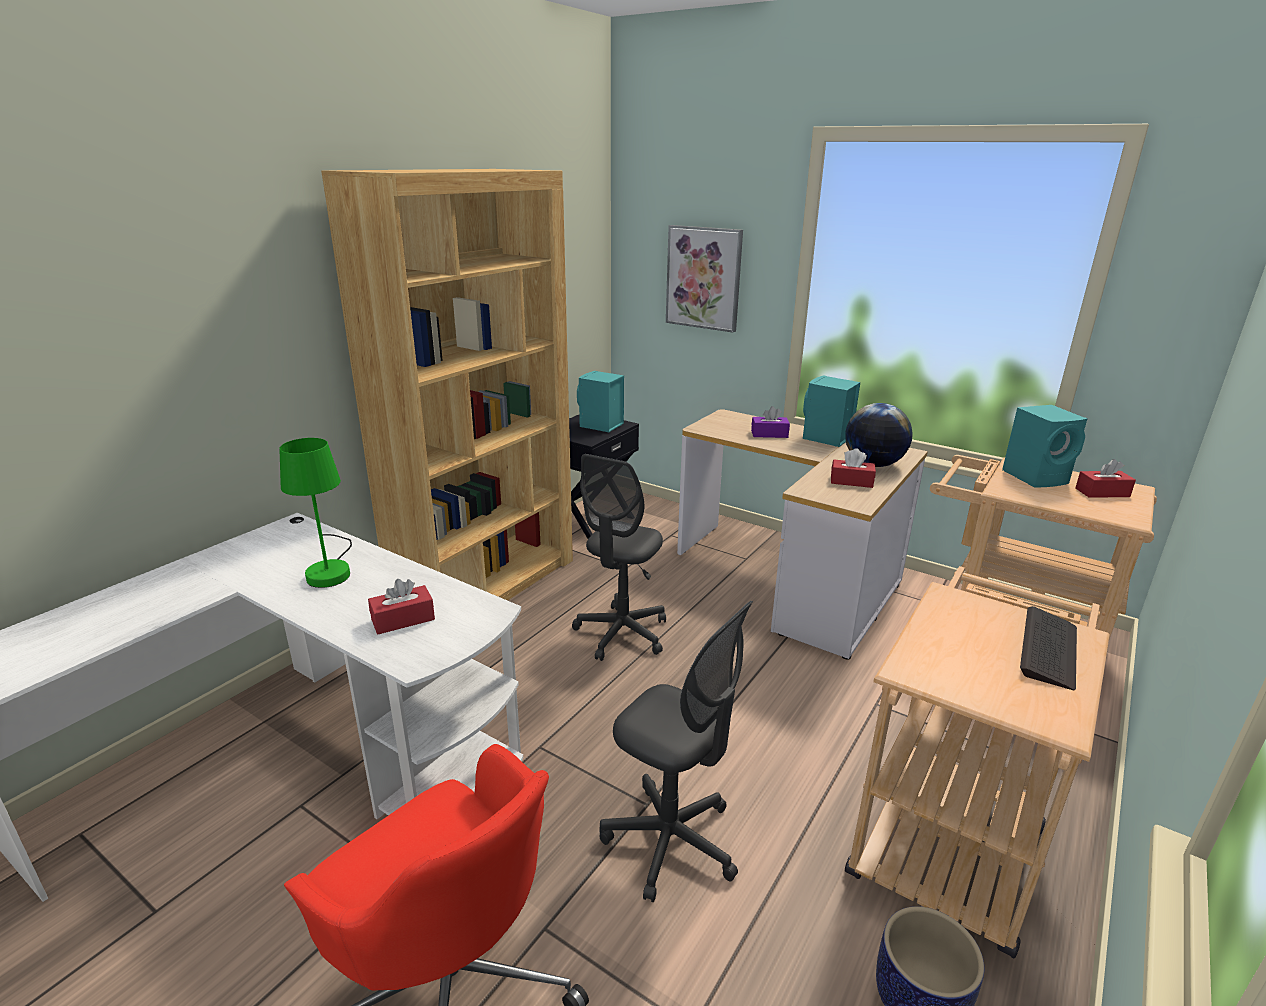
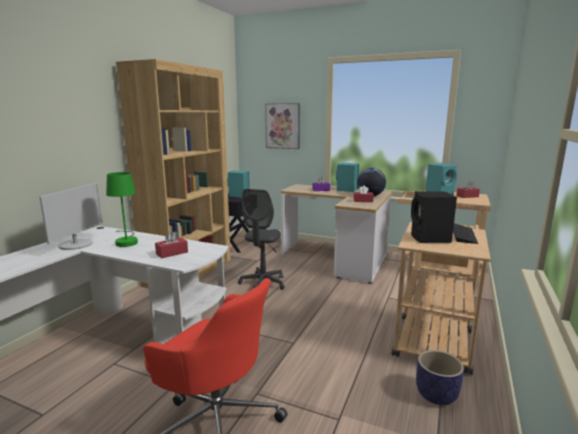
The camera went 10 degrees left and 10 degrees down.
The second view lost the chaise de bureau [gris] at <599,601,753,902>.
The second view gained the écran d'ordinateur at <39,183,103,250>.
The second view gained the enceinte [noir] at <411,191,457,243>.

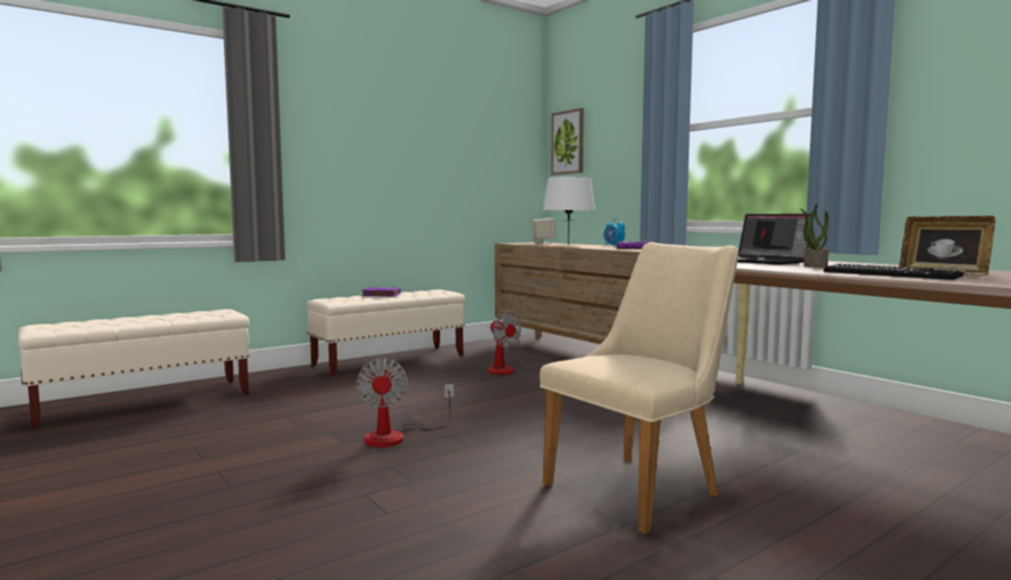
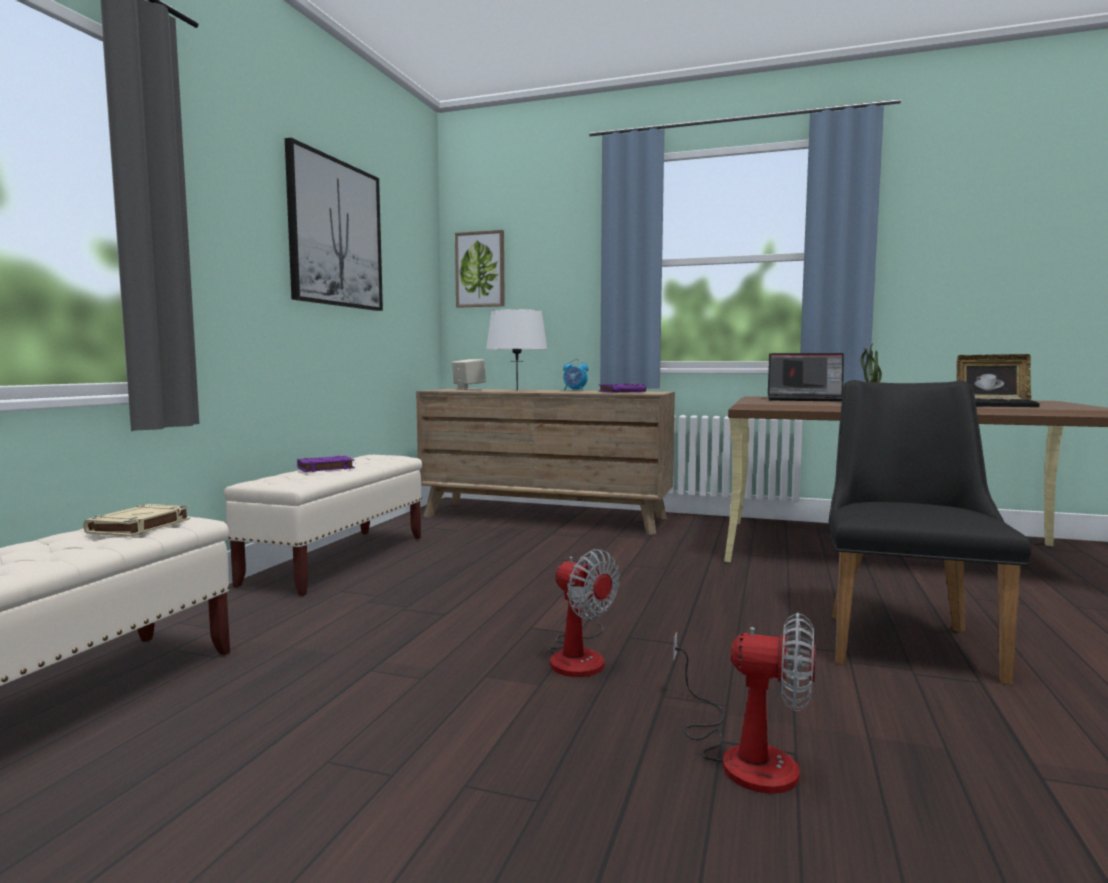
The camera went 35 degrees left and 0 degrees up.
What was the chaise [beige] at <540,242,739,535> turned into the chaise [noir] at <828,380,1031,685>.
The ventilateur ended up elsewhere, having gone from <488,313,523,375> to <673,612,816,794>.
The second view gained the tableau at <285,138,383,311>.
The second view gained the livre [beige] at <83,504,190,537>.

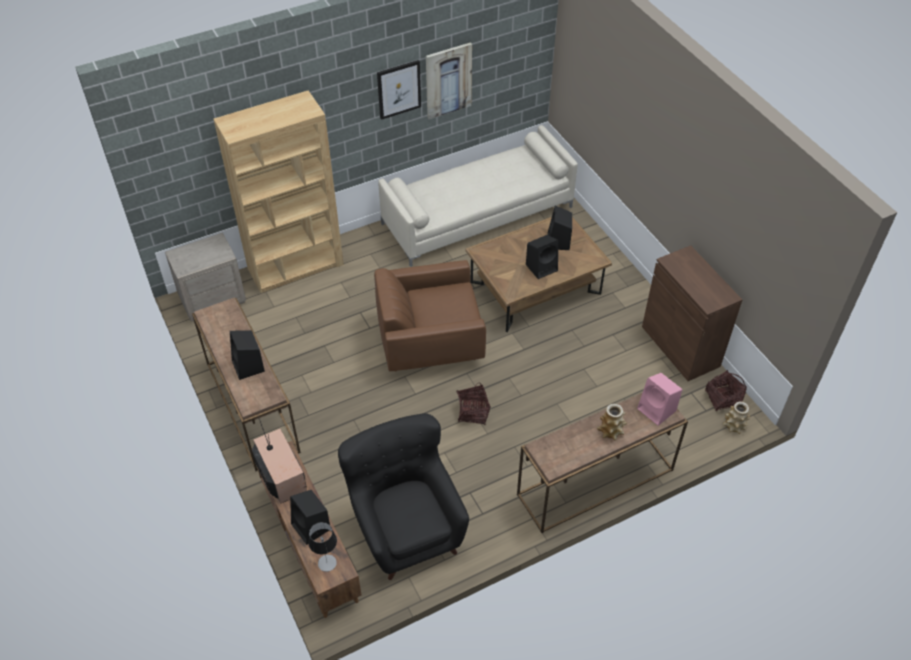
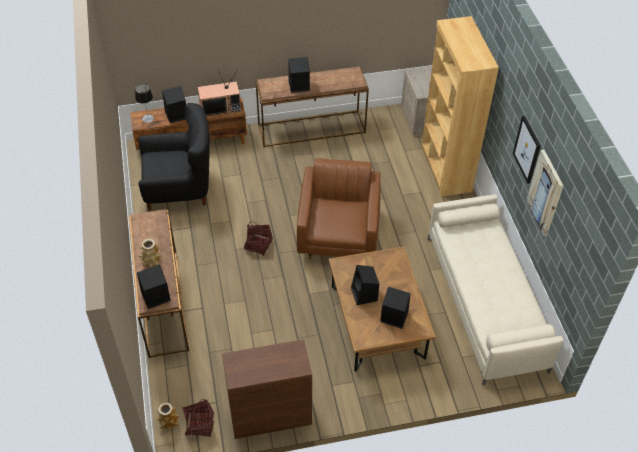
The camera went 105 degrees right and 0 degrees up.
What was the enceinte [rose] at <637,373,682,426> turned into the enceinte [noir] at <137,265,171,309>.

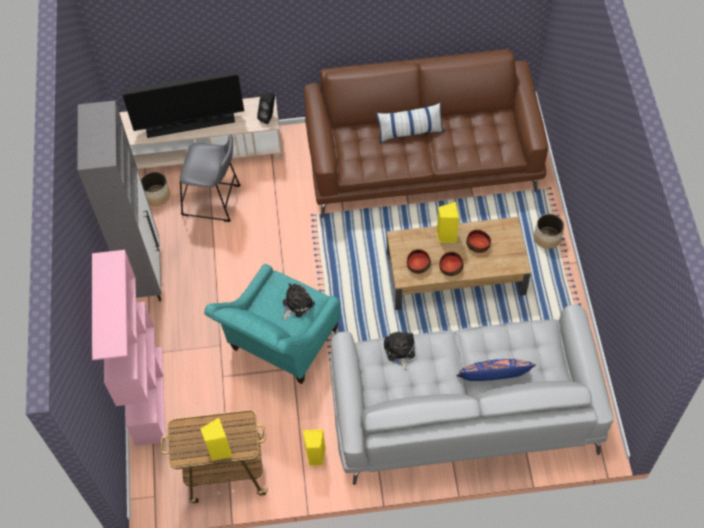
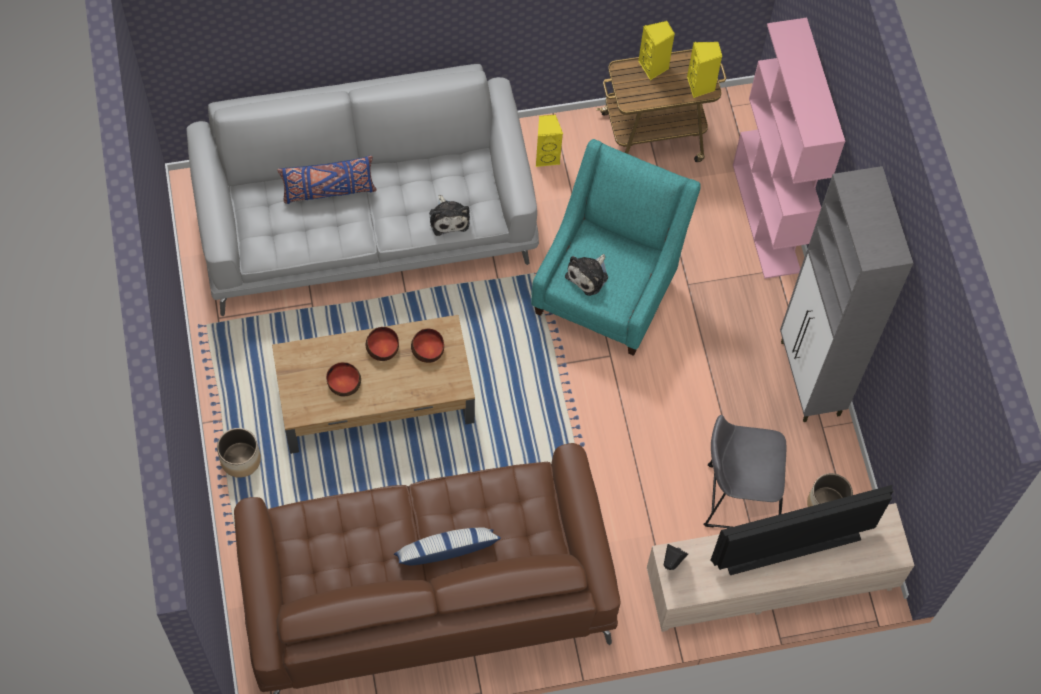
The camera went 170 degrees right and 5 degrees up.
The enceinte [jaune] ended up elsewhere, having gone from <437,202,459,243> to <687,42,722,98>.

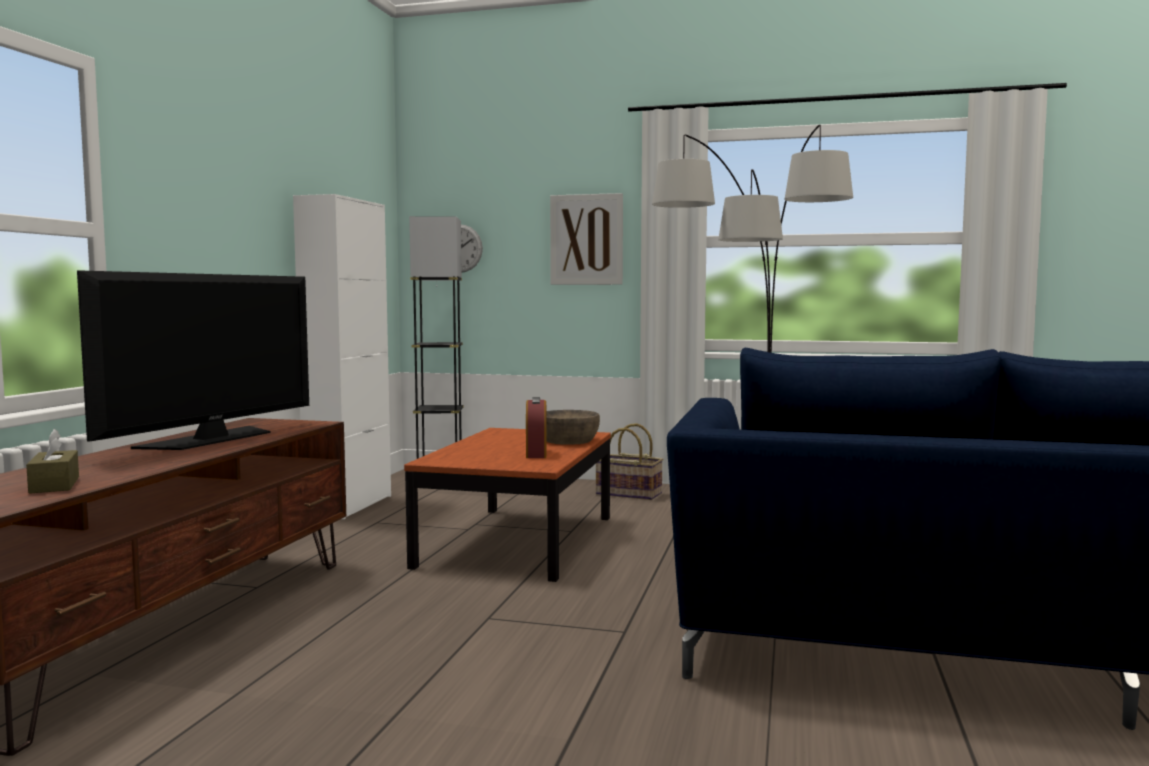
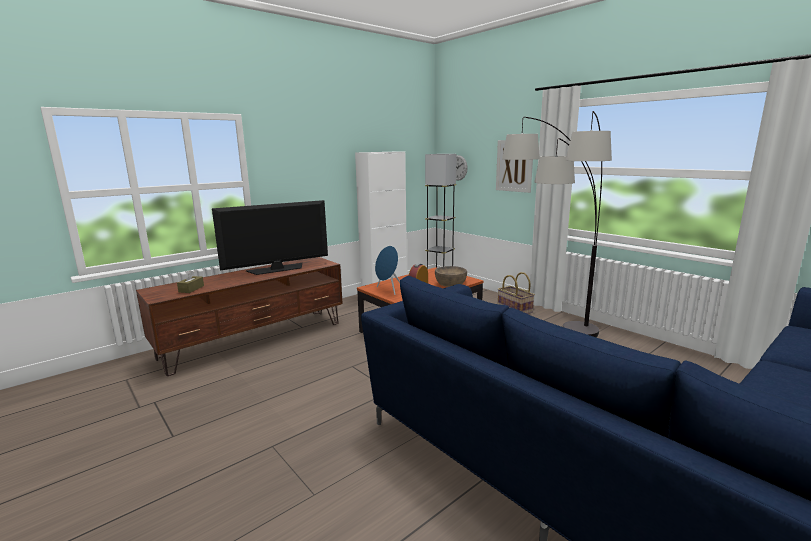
The camera went 35 degrees right and 10 degrees up.
The second view gained the enceinte [bleu] at <375,246,400,295>.

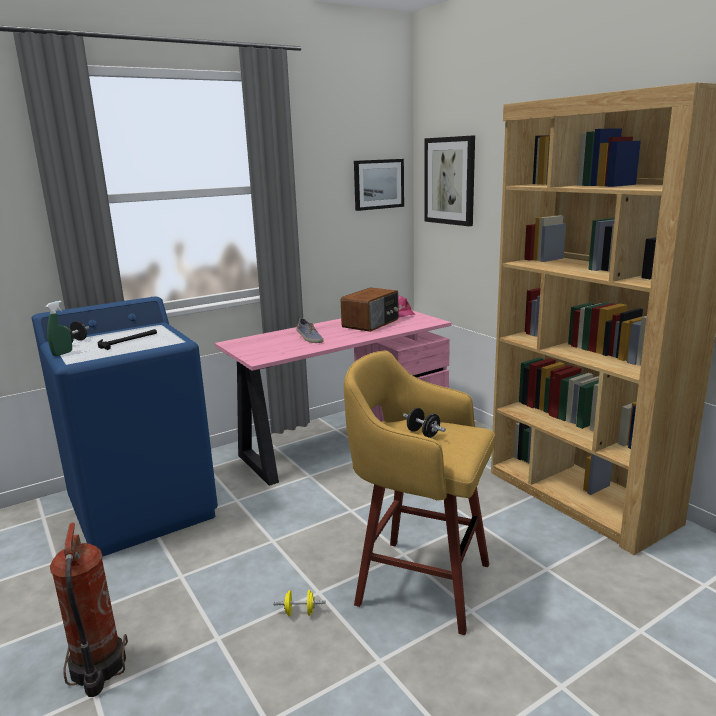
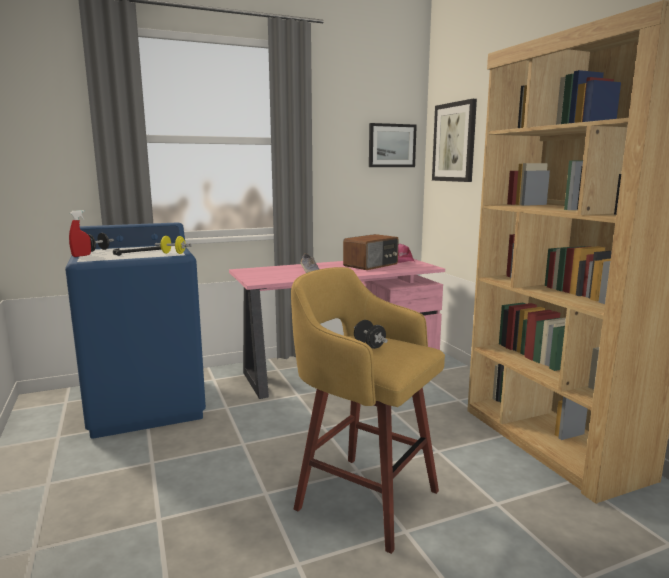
The camera went 10 degrees right and 5 degrees down.
What was the vaporisateur [vert] at <46,301,72,356> turned into the vaporisateur [rouge] at <69,210,91,257>.
The second view lost the extincteur at <50,522,128,697>.
The haltère [jaune] ended up elsewhere, having gone from <273,590,325,616> to <155,236,192,254>.

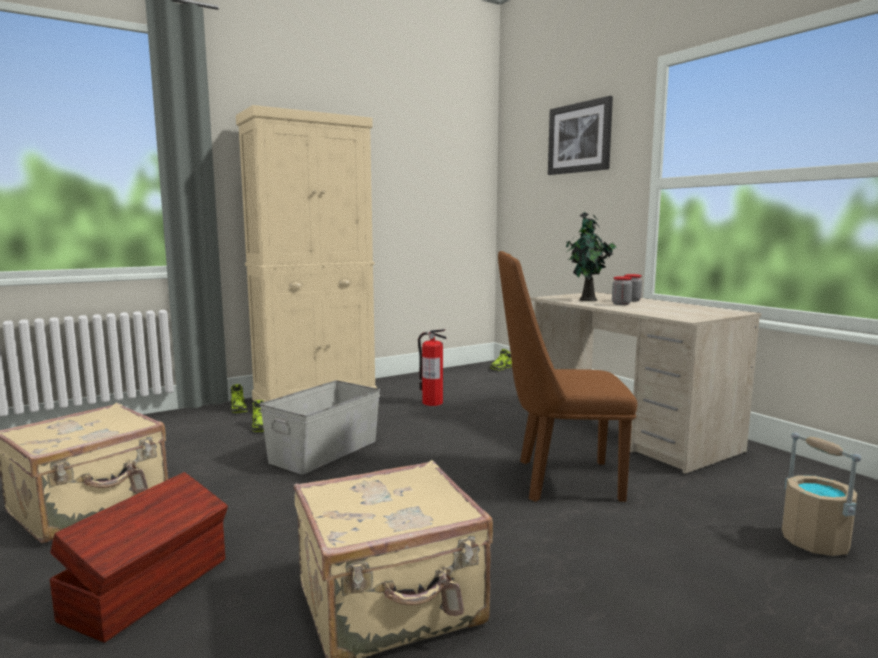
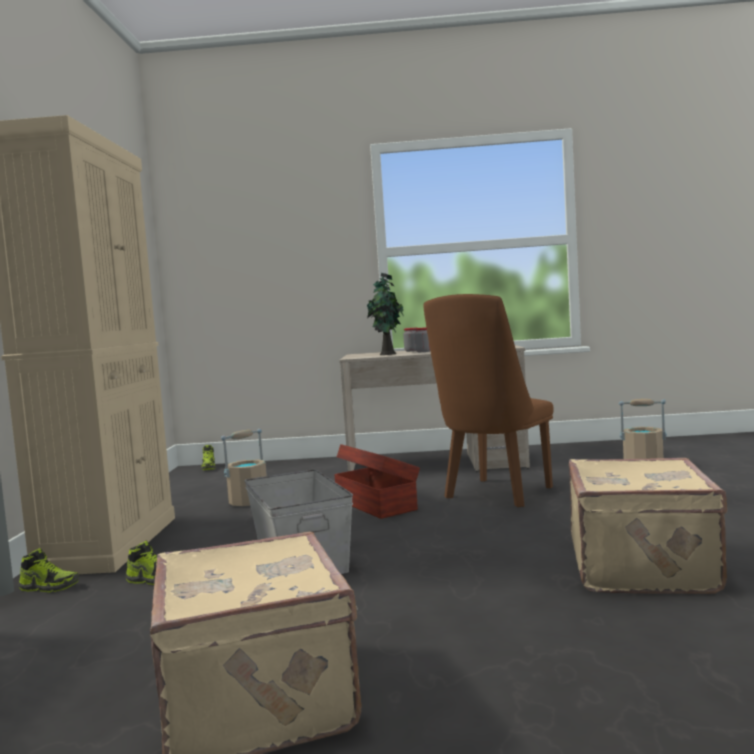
The camera went 55 degrees left and 5 degrees down.
The second view lost the tableau at <548,96,613,175>.
Where the extincteur stood at <418,329,447,406>, the seau [beige] came to stand at <221,429,267,506>.
The boîte de rangement [marron] ended up elsewhere, having gone from <49,472,228,643> to <334,444,420,519>.

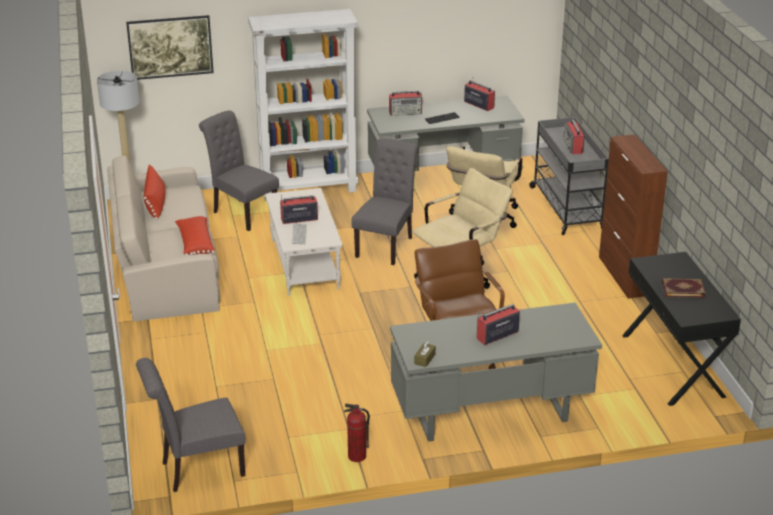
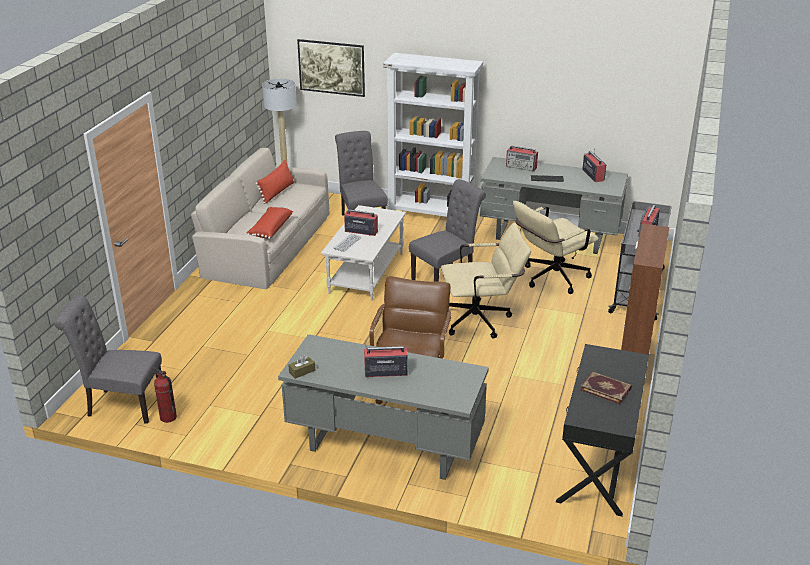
The camera went 30 degrees right and 0 degrees up.
The extincteur ended up elsewhere, having gone from <344,403,370,462> to <153,367,177,423>.

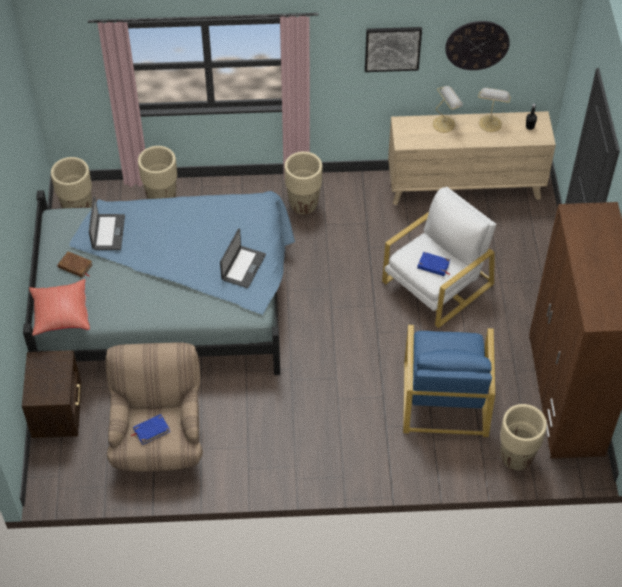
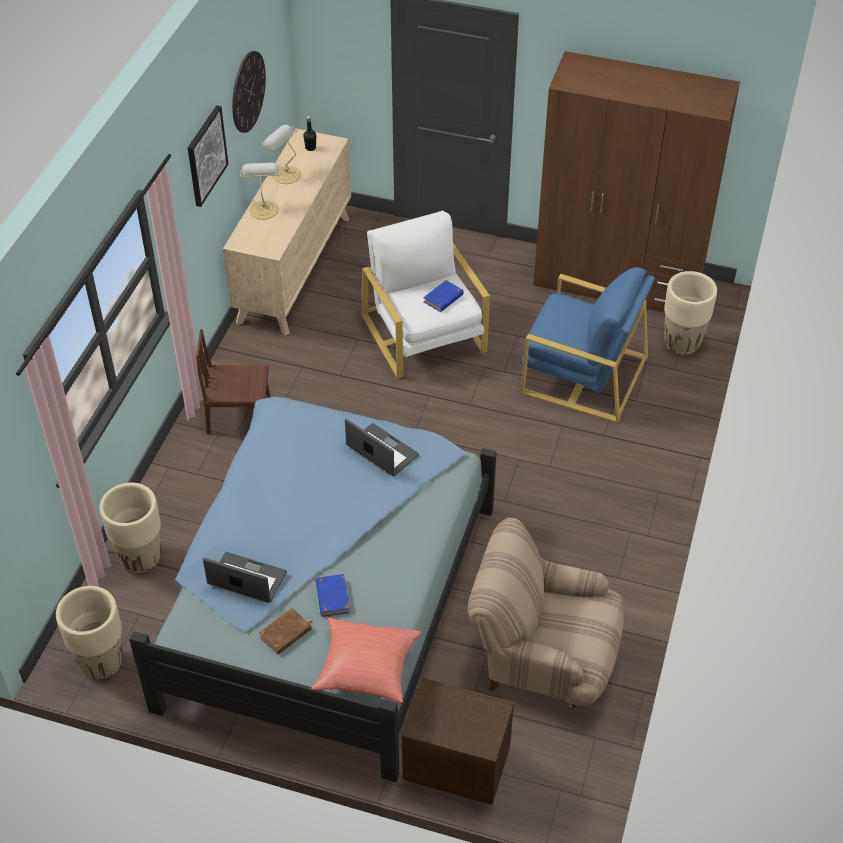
The camera went 70 degrees left and 5 degrees down.
Where the cache-pot [beige] stood at <284,152,323,215>, the chaise [marron] came to stand at <196,329,271,434>.
The livre [bleu] ended up elsewhere, having gone from <131,414,170,445> to <316,574,350,623>.

